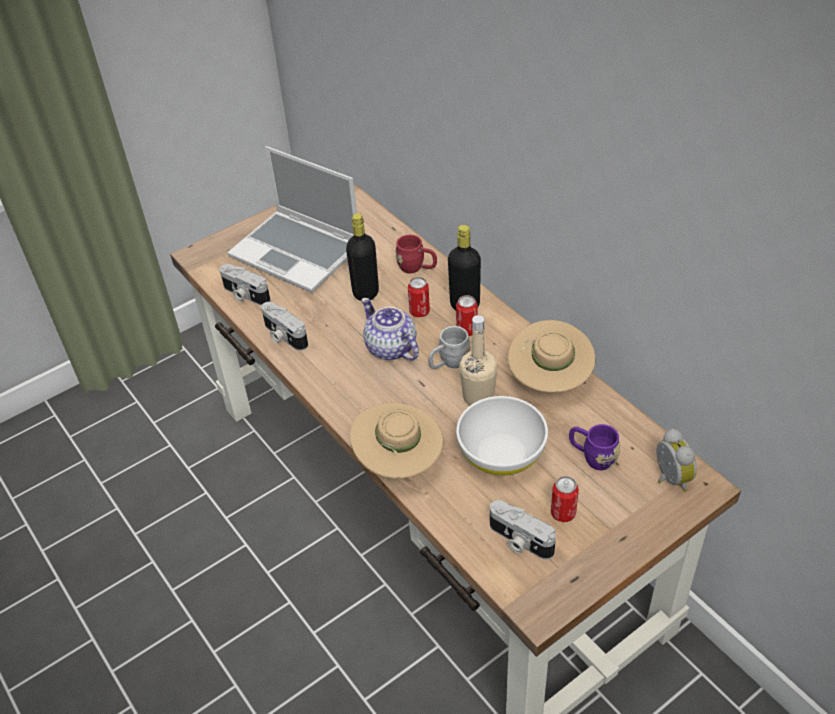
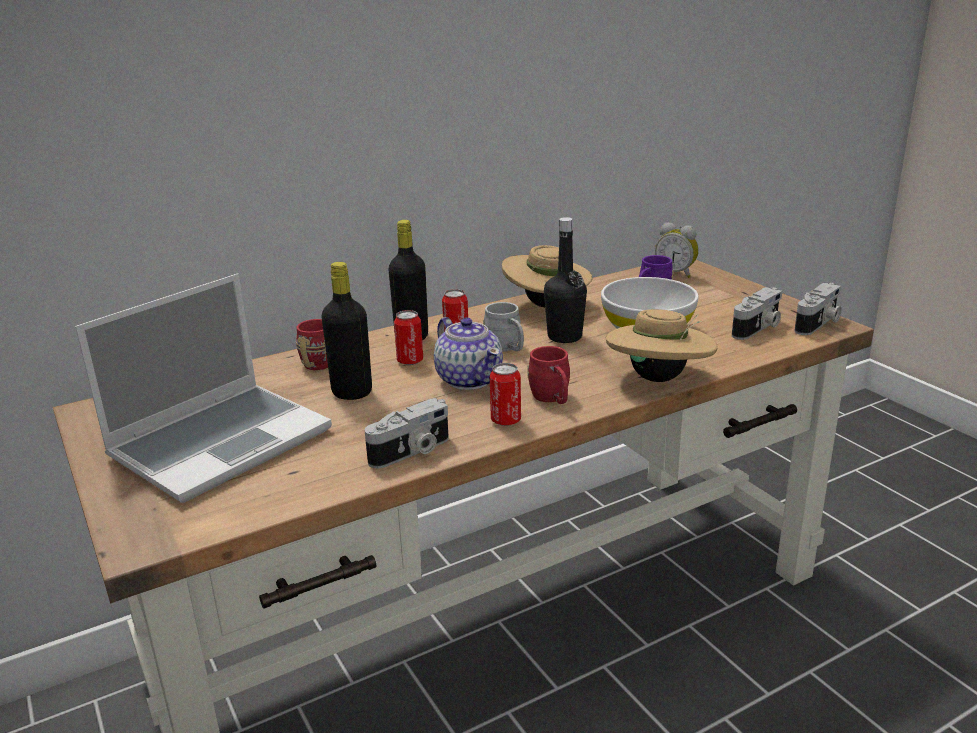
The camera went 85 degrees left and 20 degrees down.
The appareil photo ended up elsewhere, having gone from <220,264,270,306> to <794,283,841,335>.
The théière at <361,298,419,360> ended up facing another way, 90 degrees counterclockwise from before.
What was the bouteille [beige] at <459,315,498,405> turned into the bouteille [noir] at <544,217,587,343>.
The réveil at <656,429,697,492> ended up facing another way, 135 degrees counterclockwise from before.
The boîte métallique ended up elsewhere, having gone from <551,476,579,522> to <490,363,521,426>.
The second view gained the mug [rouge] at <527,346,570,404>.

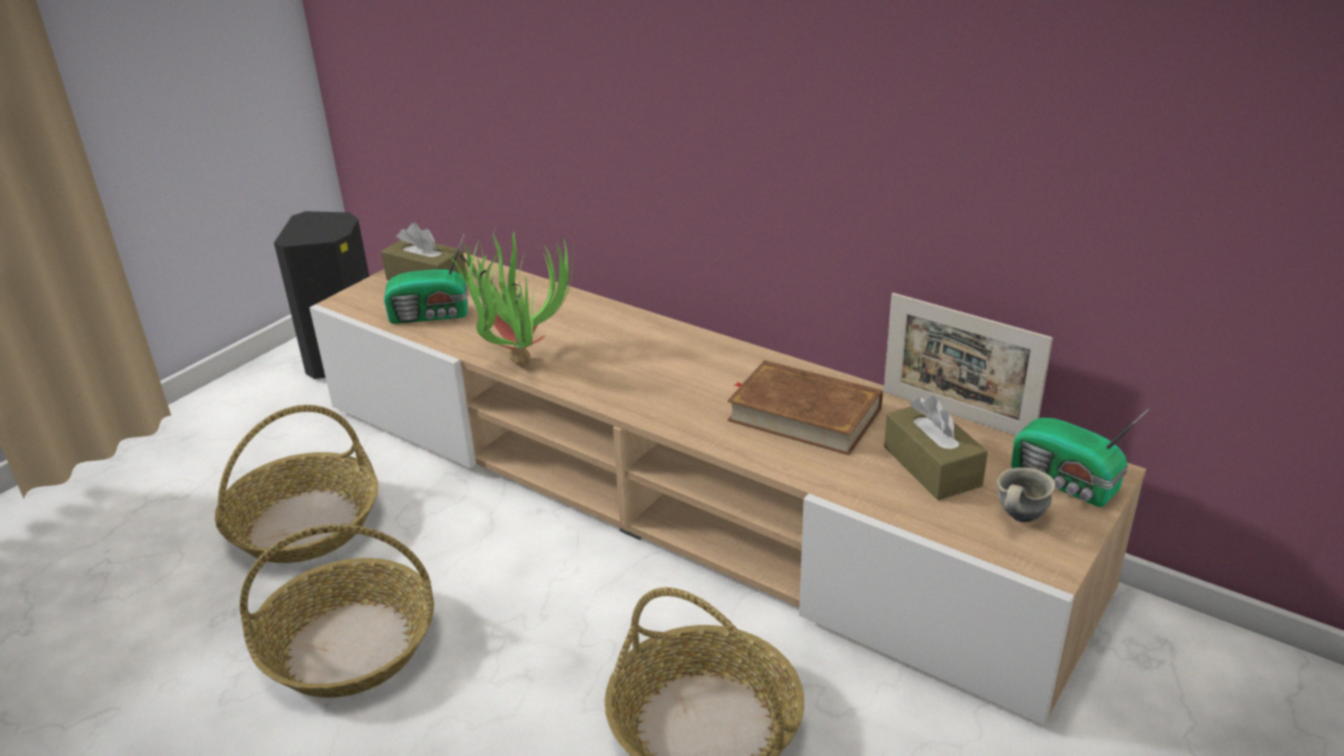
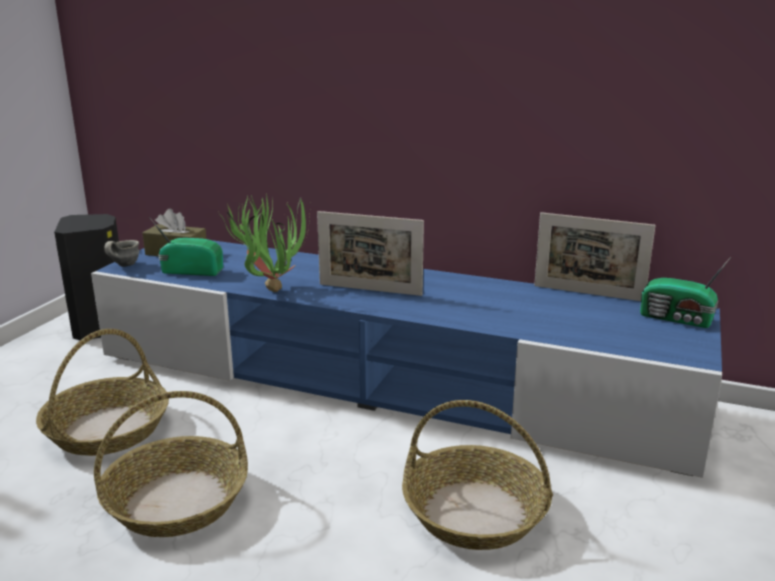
The camera went 15 degrees left and 10 degrees down.
The radio at <384,233,468,324> ended up facing another way, 150 degrees counterclockwise from before.
What was the meuble télé [beige] at <309,252,1146,725> turned into the meuble télé [bleu] at <91,240,722,478>.
The second view lost the livre [marron] at <727,360,883,455>.
The second view lost the boîte à mouchoirs [marron] at <884,396,988,500>.
The mug [gris] ended up elsewhere, having gone from <997,468,1055,522> to <104,240,139,267>.
The second view gained the cadre photo at <317,211,424,296>.

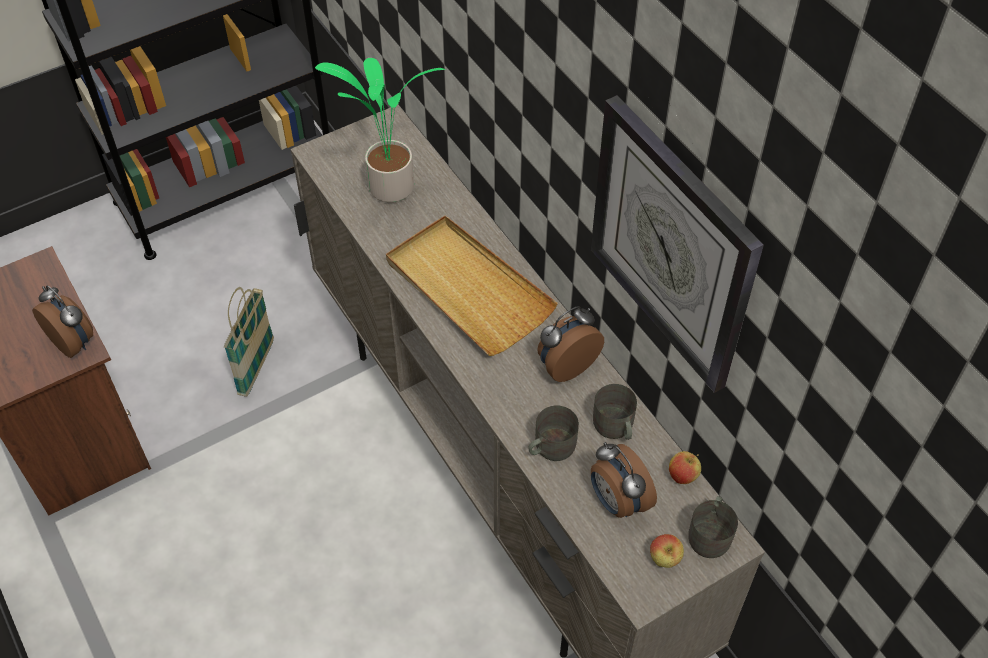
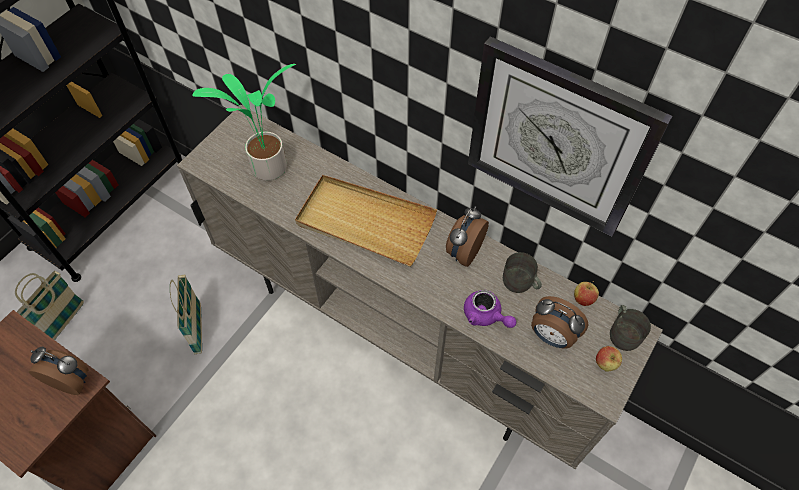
The camera went 25 degrees left and 5 degrees up.
Where the mug [gris] stood at <528,406,579,461>, the théière [violet] came to stand at <464,290,517,328>.
The second view gained the panier at <15,271,84,340>.

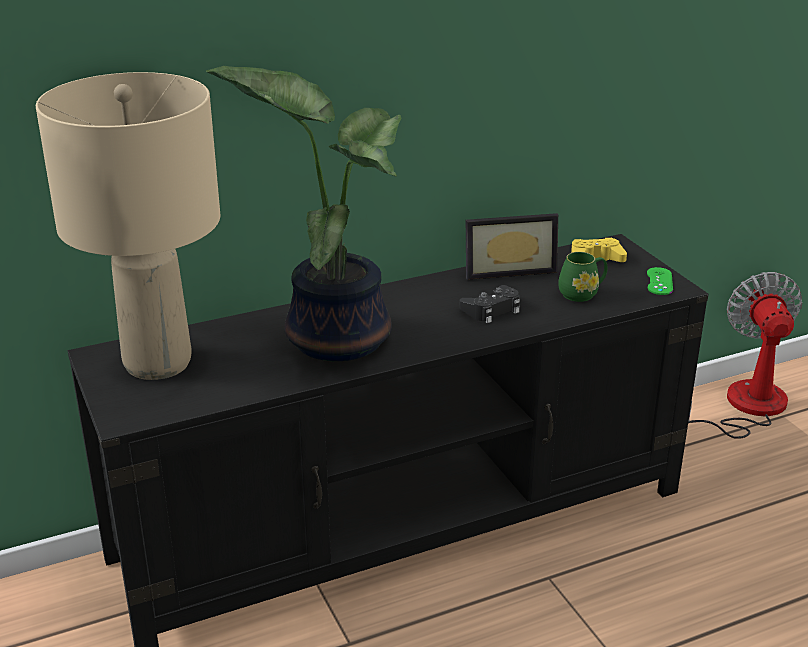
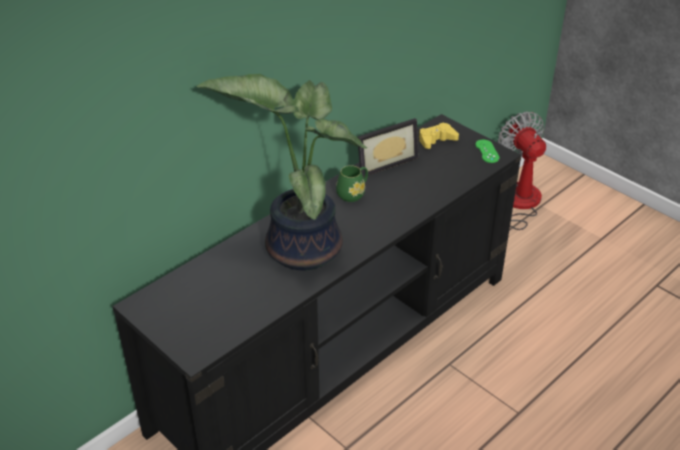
The camera went 20 degrees left and 10 degrees up.
The second view lost the lampe de table [beige] at <36,72,220,380>.
The mug [vert] ended up elsewhere, having gone from <558,252,607,302> to <336,165,368,202>.
The second view lost the manette [noir] at <459,285,520,323>.

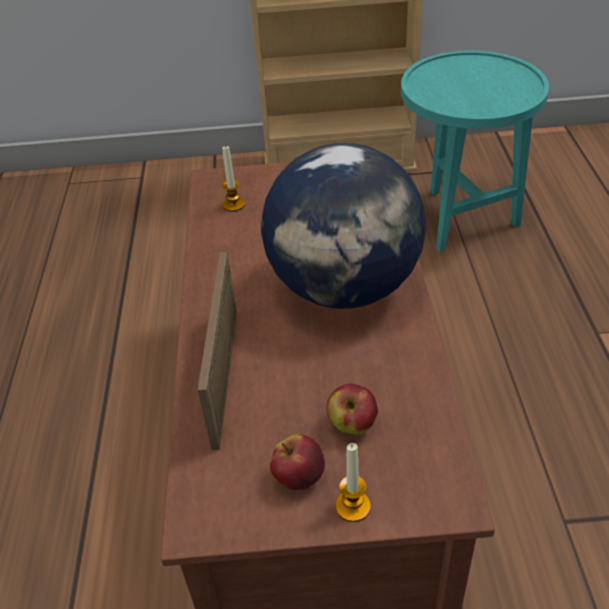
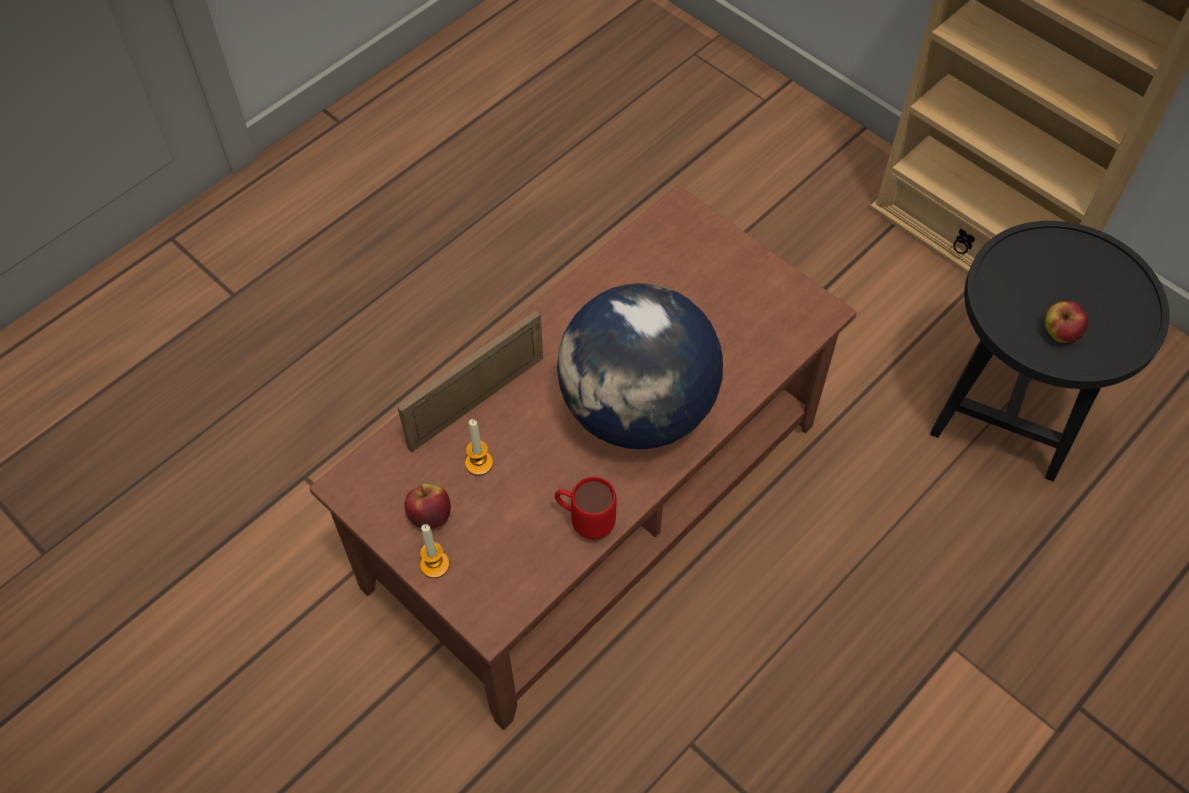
The camera went 45 degrees right and 15 degrees up.
What was the table d'appoint [turquoise] at <401,51,549,252> turned into the table d'appoint [noir] at <930,221,1169,482>.
The bougie ended up elsewhere, having gone from <222,145,245,211> to <465,419,493,476>.
The pomme ended up elsewhere, having gone from <326,384,378,435> to <1045,301,1088,343>.
The second view gained the mug [rouge] at <555,477,616,540>.

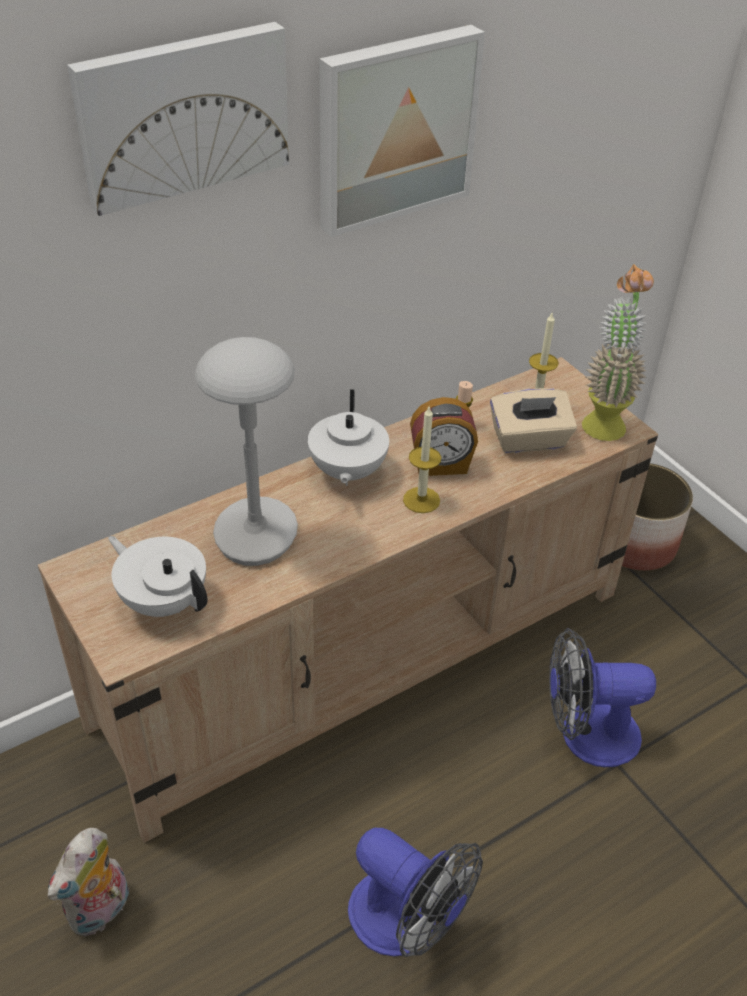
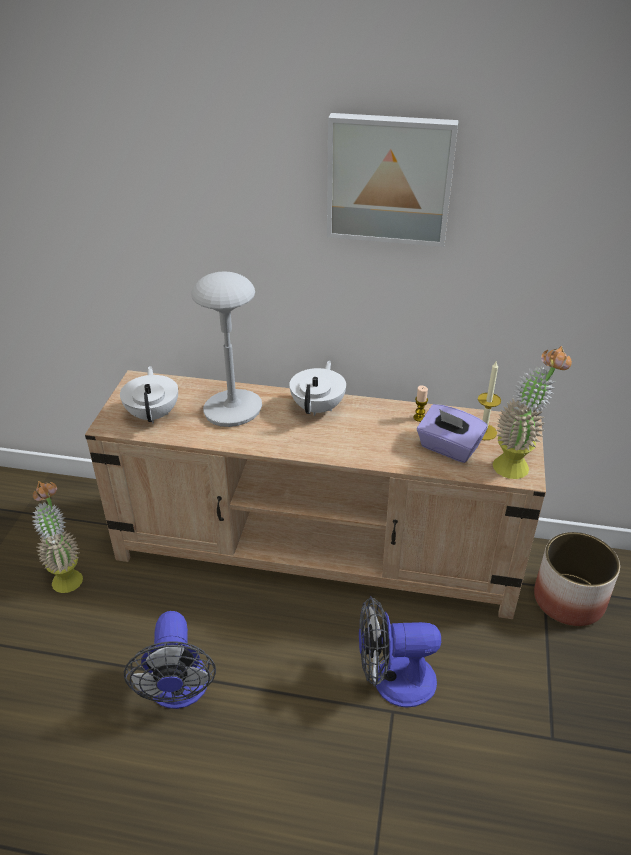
The camera went 45 degrees right and 5 degrees down.
The second view lost the tableau at <67,22,289,216>.
What was the boîte à mouchoirs [beige] at <490,388,577,453> turned into the boîte à mouchoirs [violet] at <417,404,488,463>.
The théière [blanc] at <308,389,389,486> ended up facing another way, 150 degrees clockwise from before.
The second view lost the réveil at <410,397,478,476>.
The second view lost the bougie at <403,405,441,513>.
The ventilateur at <549,628,656,767> ended up facing another way, 45 degrees counterclockwise from before.
Where the peluche stood at <48,828,129,936>, the plante en pot came to stand at <32,481,83,593>.

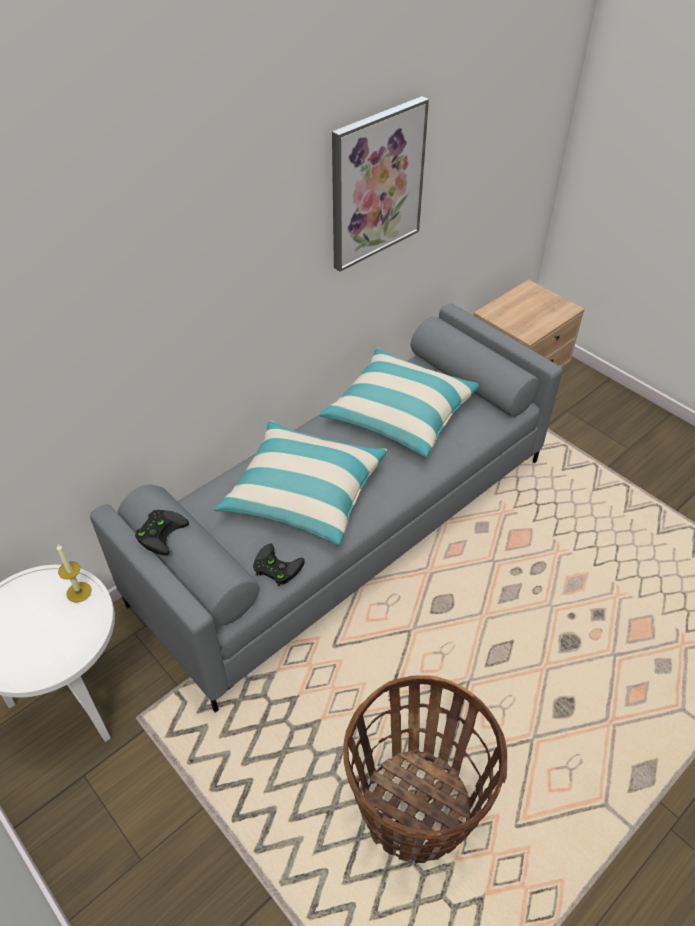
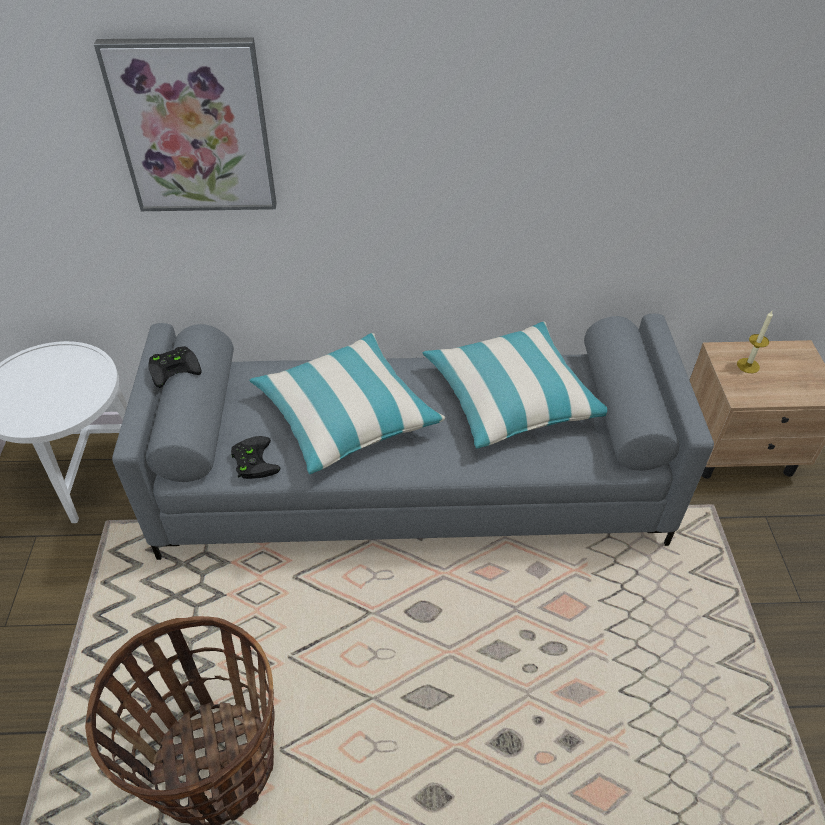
The camera went 40 degrees right and 0 degrees up.
The tableau ended up elsewhere, having gone from <332,96,429,272> to <94,38,277,211>.
The bougie ended up elsewhere, having gone from <57,543,91,603> to <737,311,773,373>.

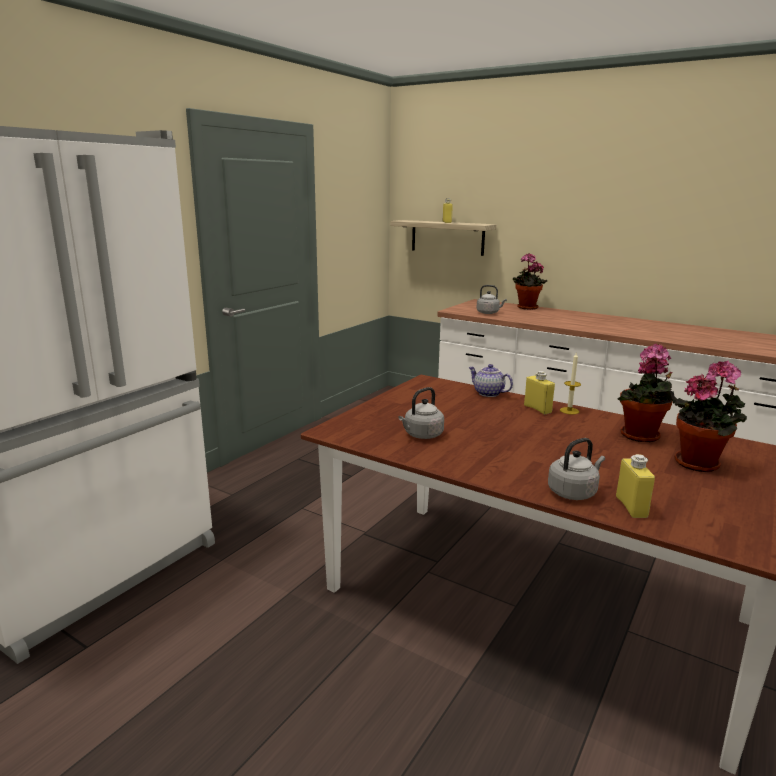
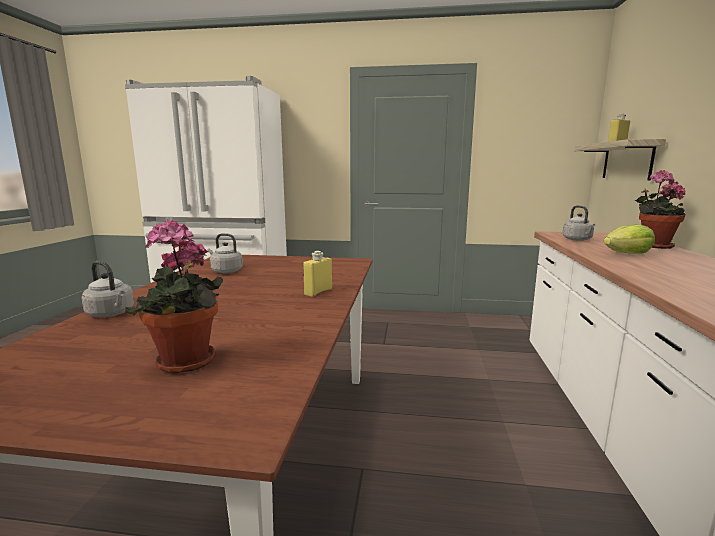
The camera went 65 degrees right and 5 degrees down.
The second view lost the plante en pot at <617,343,677,442>.
The second view lost the bougie at <560,353,581,415>.
The second view lost the théière at <468,364,513,397>.
The second view lost the bouteille [jaune] at <616,454,655,518>.
The second view gained the laitue at <604,224,655,254>.

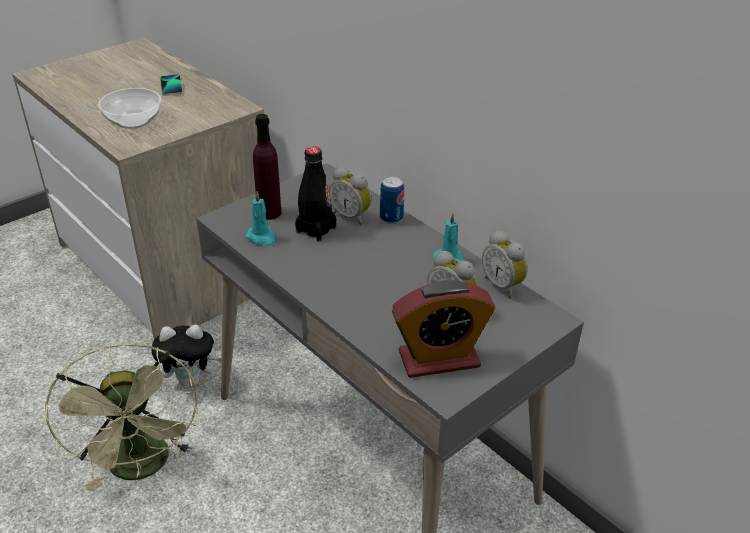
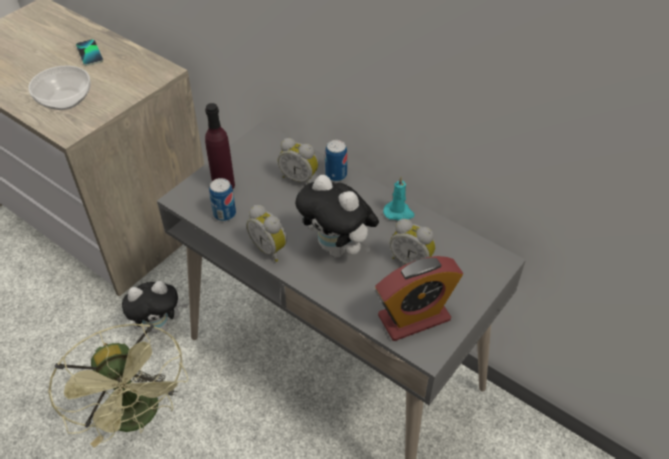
The camera went 10 degrees left and 10 degrees up.
The second view lost the bouteille [noir] at <295,146,336,242>.
Where the bougie [turquoise] stood at <245,191,276,246>, the boîte métallique came to stand at <209,178,236,221>.
The réveil ended up elsewhere, having gone from <482,230,528,298> to <246,205,287,262>.
The second view gained the peluche at <295,174,379,257>.

